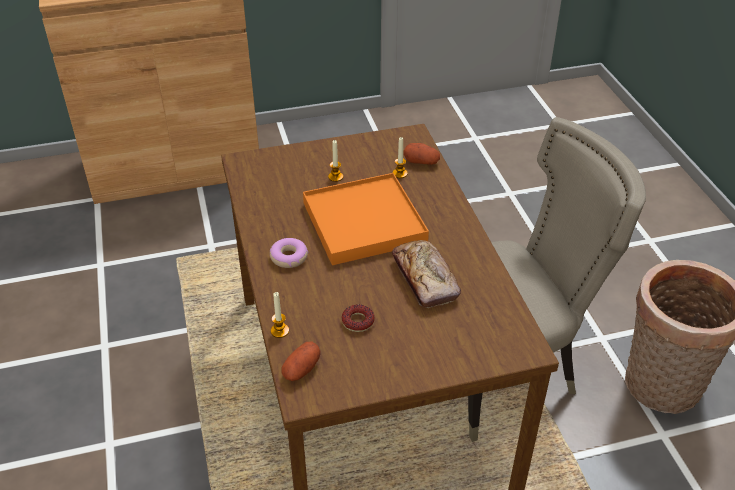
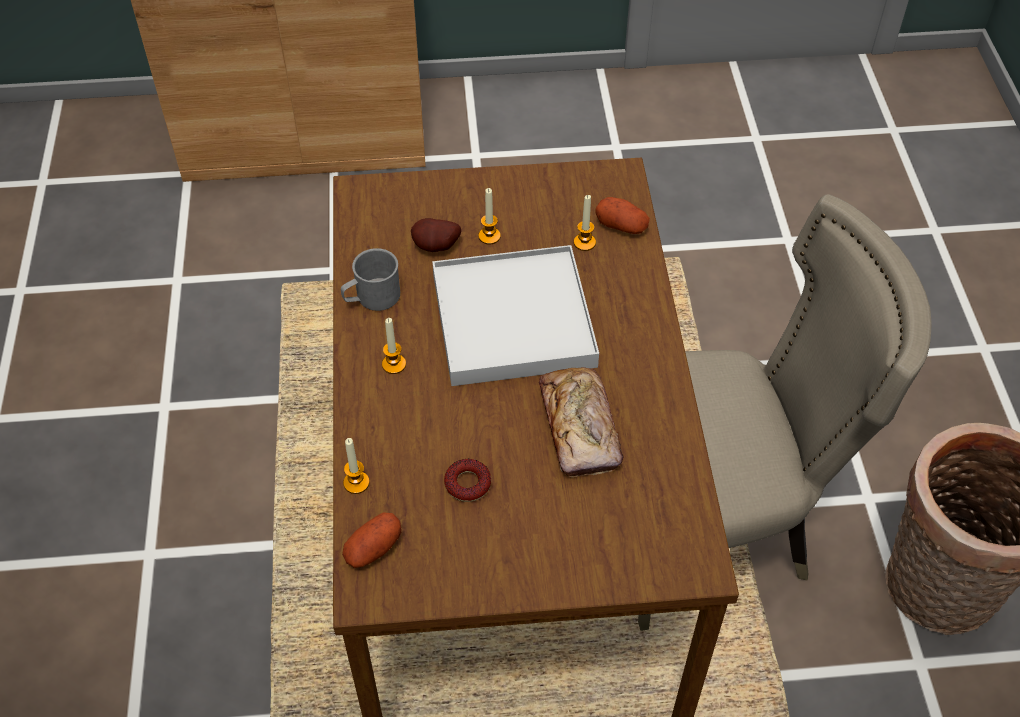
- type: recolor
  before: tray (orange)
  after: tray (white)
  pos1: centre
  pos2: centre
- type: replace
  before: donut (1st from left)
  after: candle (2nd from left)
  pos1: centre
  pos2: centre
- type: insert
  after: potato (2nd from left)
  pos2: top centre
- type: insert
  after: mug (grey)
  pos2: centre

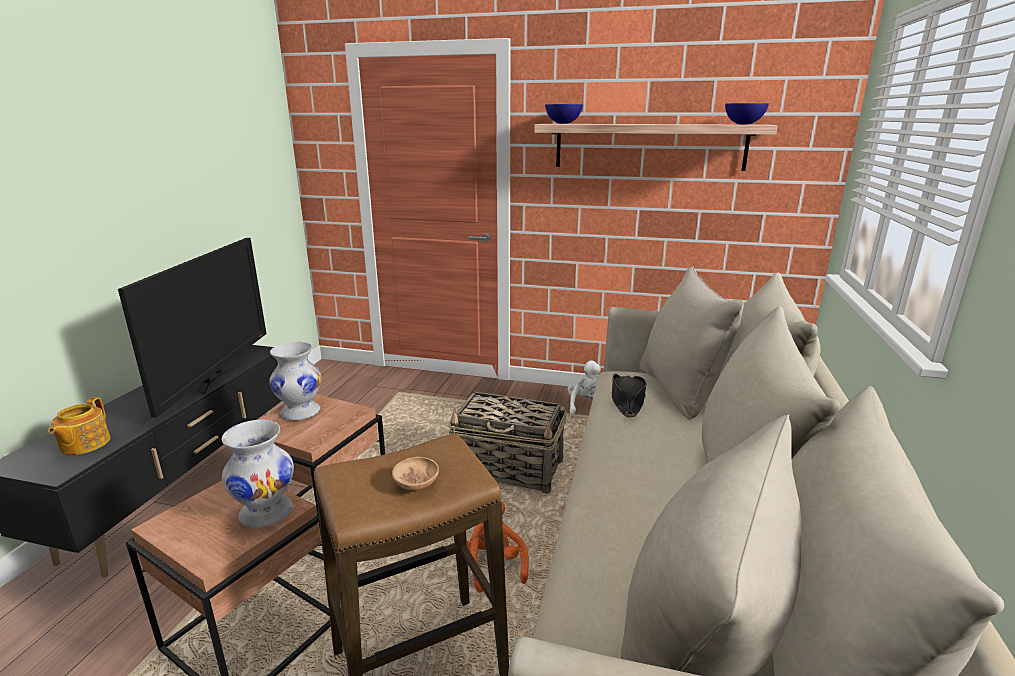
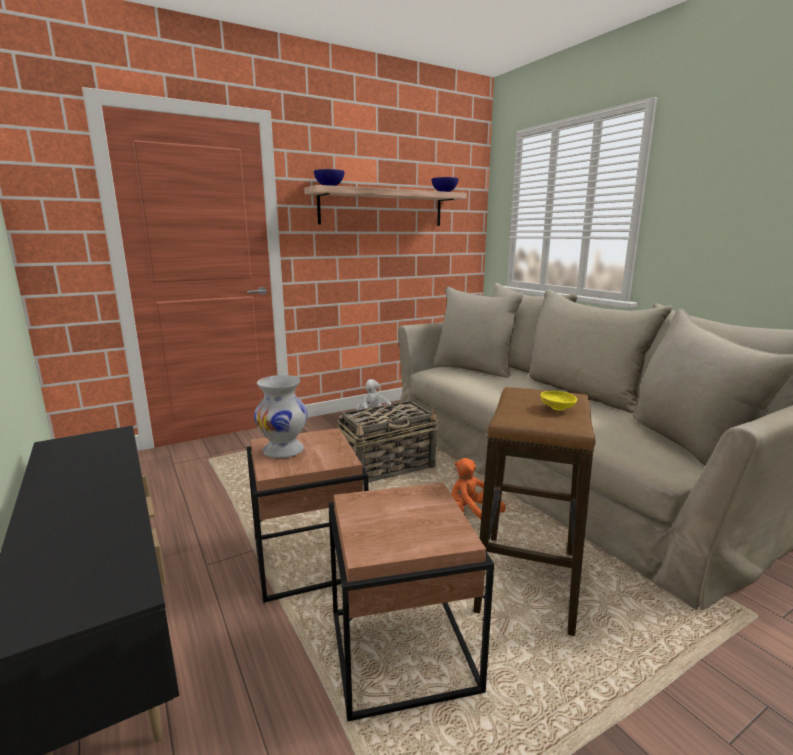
- type: delete
  before: television
  pos1: middle left
- type: delete
  before: hat (black)
  pos1: centre
- type: delete
  before: teapot
  pos1: middle left
- type: delete
  before: vase (white) (1st from left)
  pos1: bottom left
- type: recolor
  before: bowl (brown)
  after: bowl (yellow)
  pos1: bottom centre
  pos2: middle right

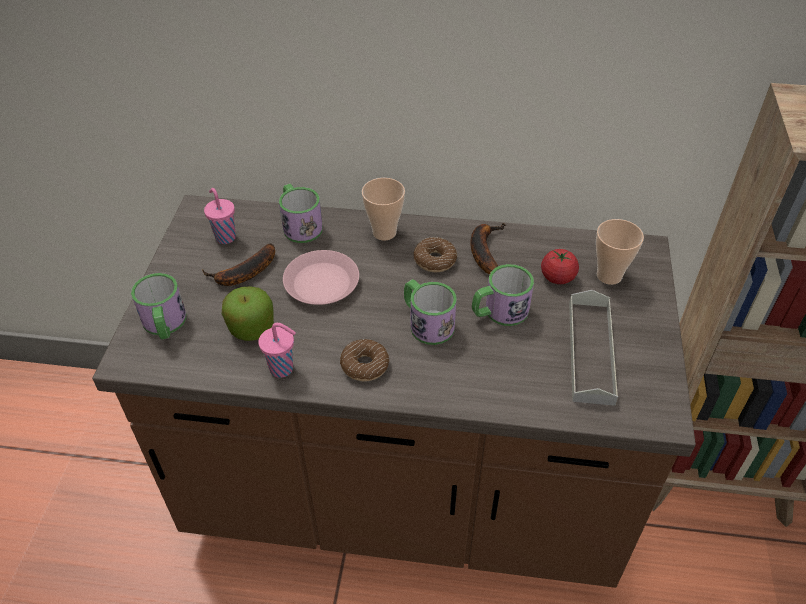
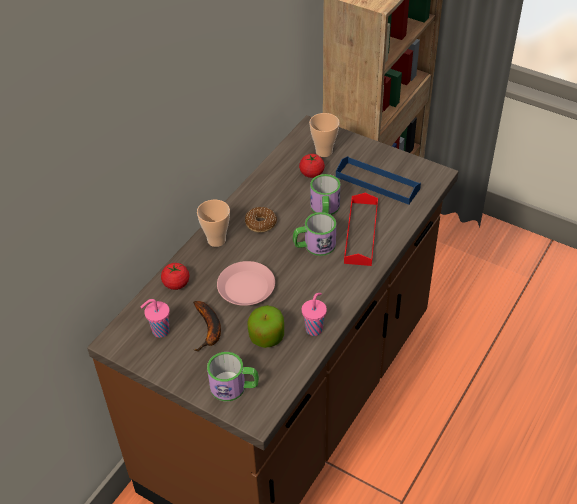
- type: replace
  before: mug (2nd from left)
  after: tomato (1st from left)
  pos1: centre
  pos2: middle left
- type: delete
  before: banana (2nd from left)
  pos1: centre
- type: recolor
  before: tray (grey)
  after: tray (blue)
  pos1: middle right
  pos2: centre
- type: delete
  before: donut (1st from left)
  pos1: centre
- type: insert
  after: tray (red)
  pos2: centre

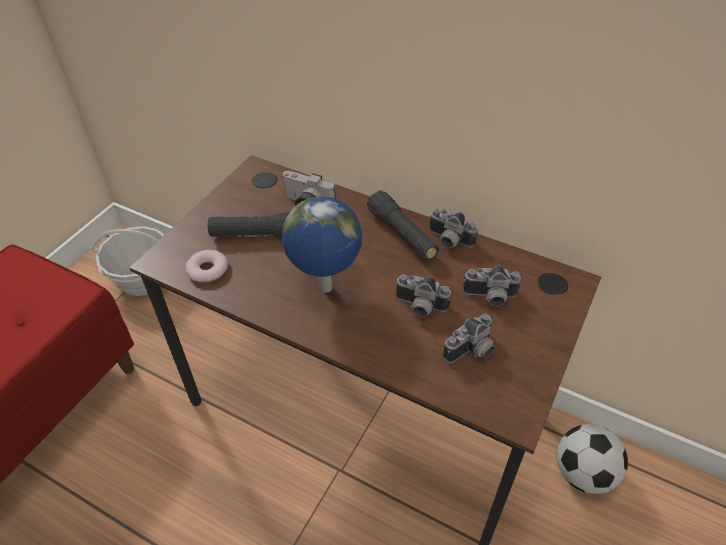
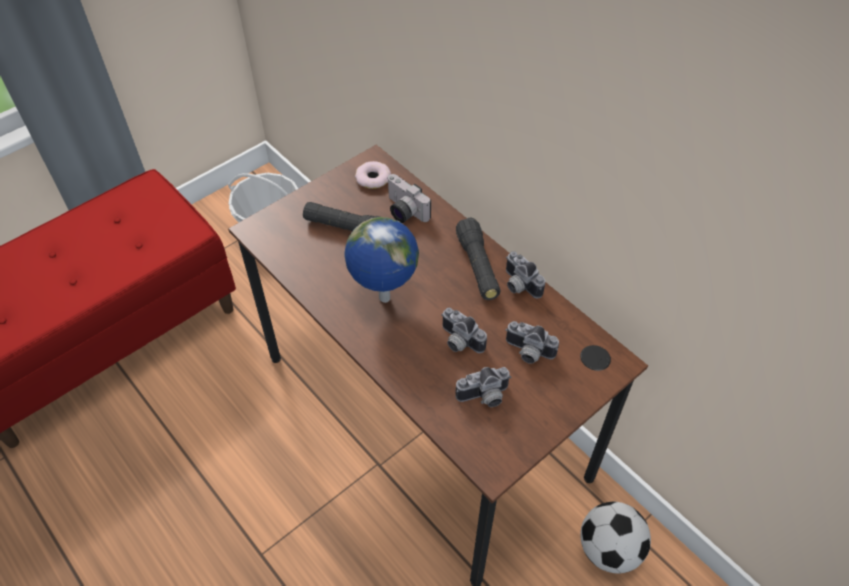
- type: move
  before: donut
  pos1: middle left
  pos2: top centre

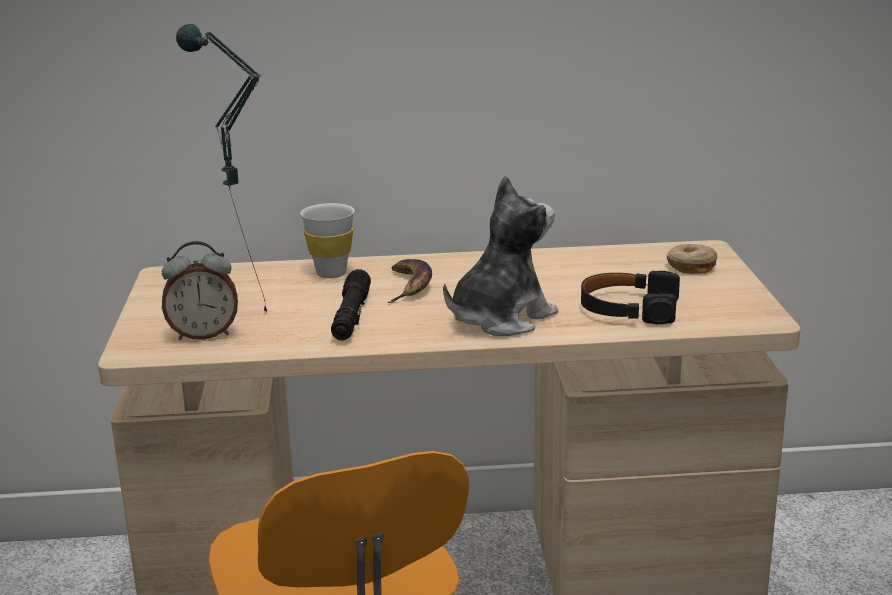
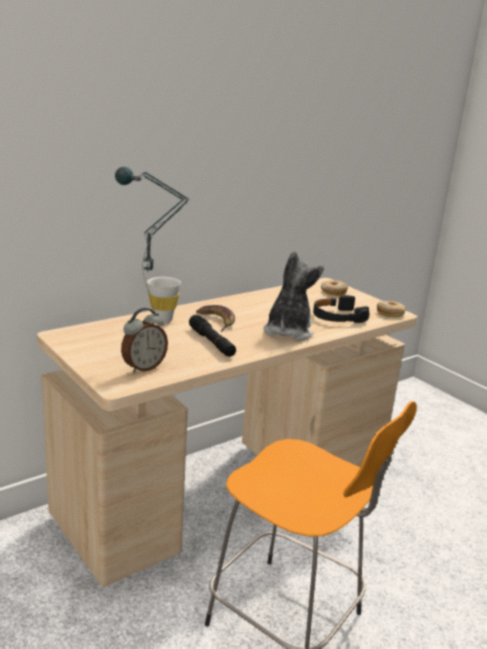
- type: insert
  after: donut (2nd from left)
  pos2: middle right

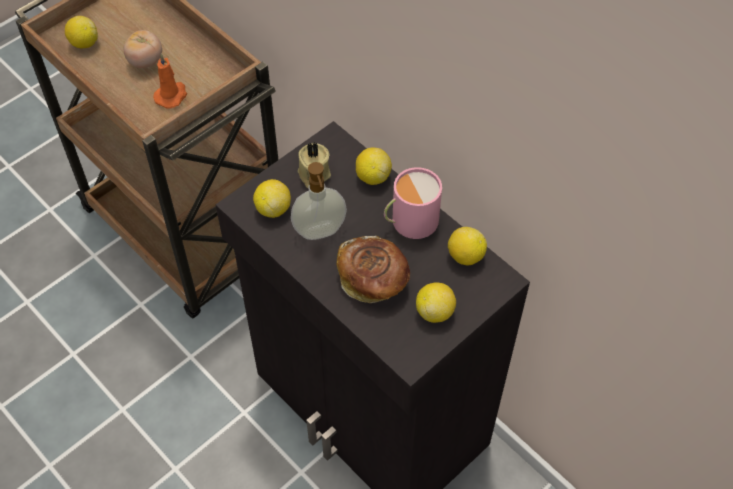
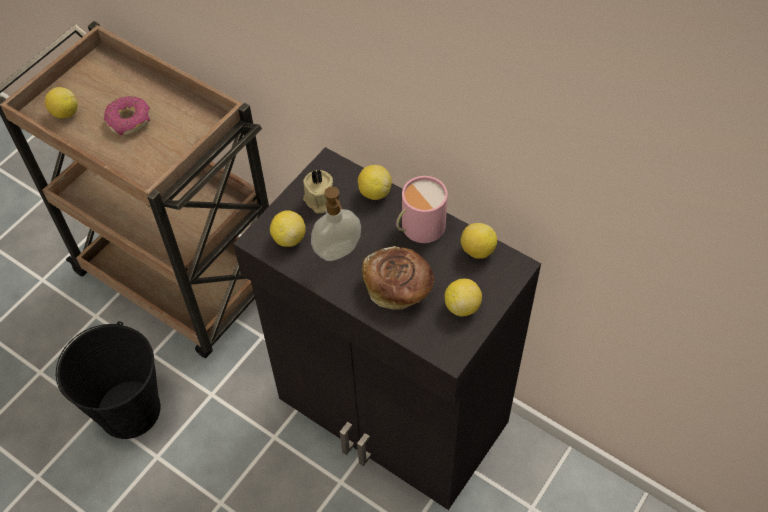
- type: replace
  before: tomato
  after: donut
  pos1: top left
  pos2: top left
- type: delete
  before: candle (orange)
  pos1: top left
- type: insert
  after: bucket (black)
  pos2: bottom left

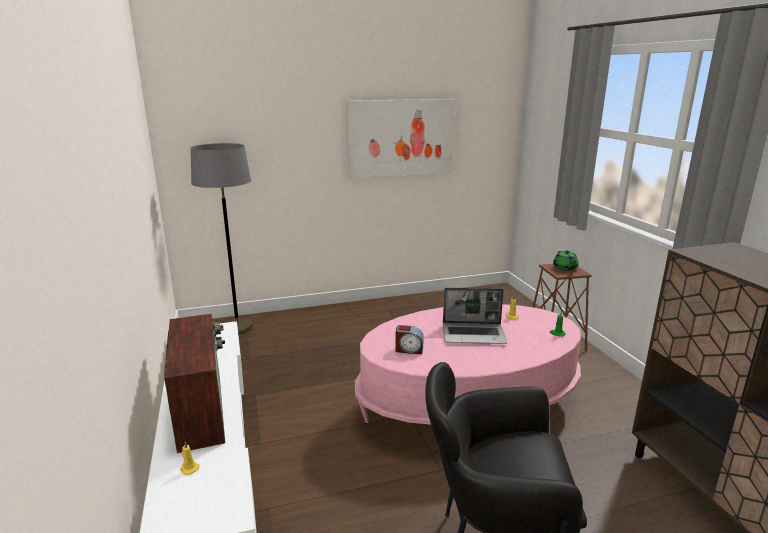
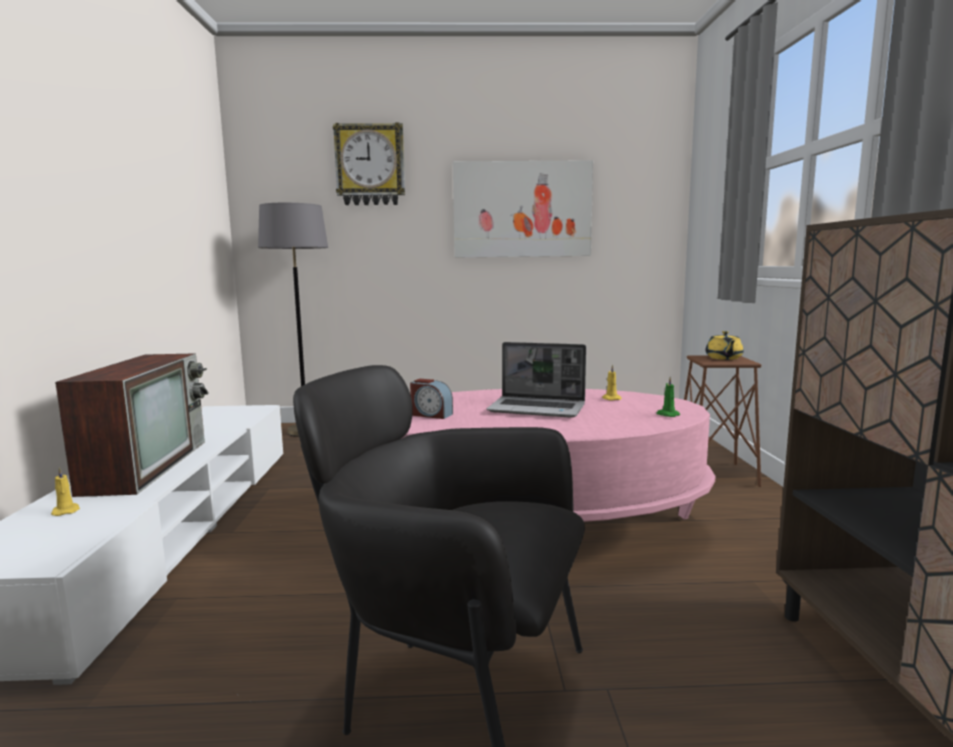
- type: recolor
  before: teapot (green)
  after: teapot (yellow)
  pos1: middle right
  pos2: middle right
- type: insert
  after: wall clock
  pos2: top centre

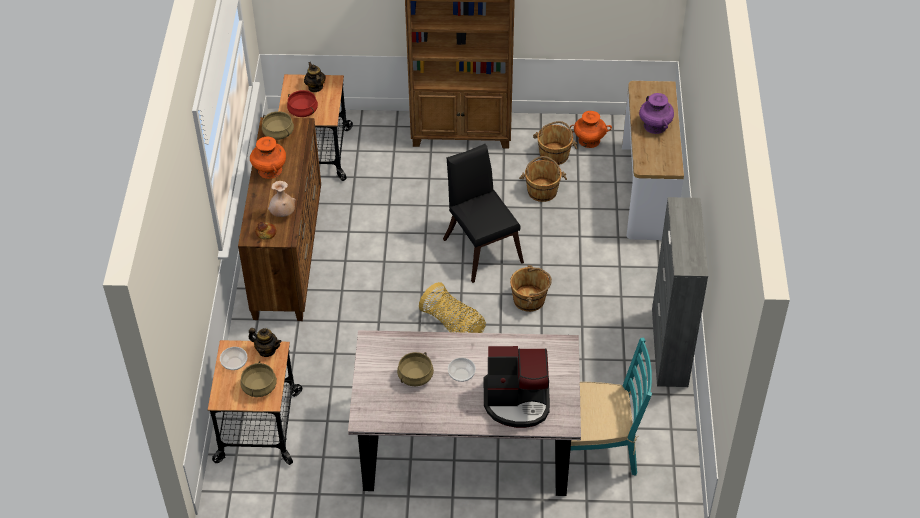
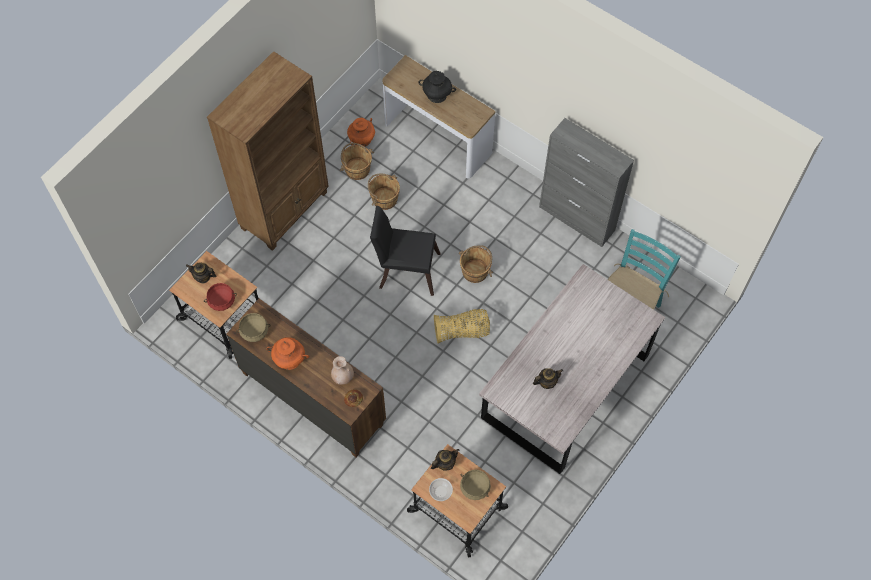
- type: recolor
  before: vase (purple)
  after: vase (black)
  pos1: top right
  pos2: top centre
- type: delete
  before: coffee machine
  pos1: bottom centre
- type: replace
  before: cooking pot (beige) (3rd from left)
  after: teapot (3rd from left)
  pos1: bottom centre
  pos2: centre
- type: delete
  before: bowl (2nd from left)
  pos1: bottom centre

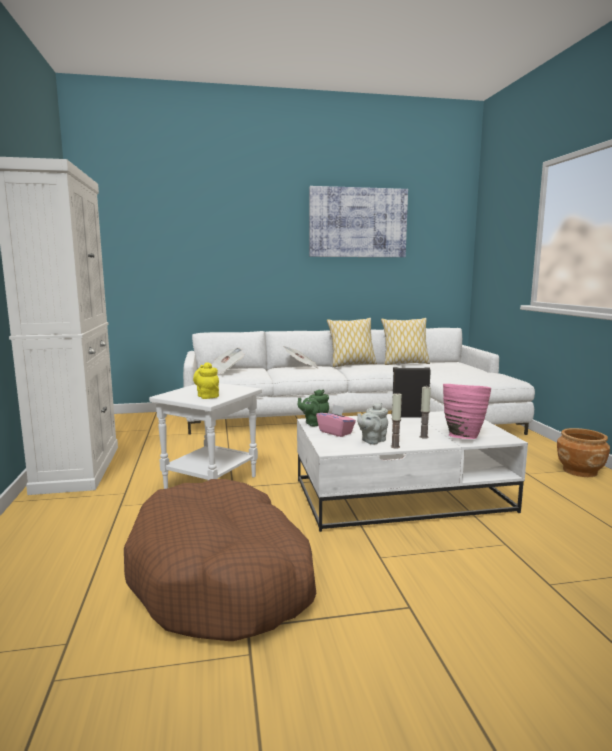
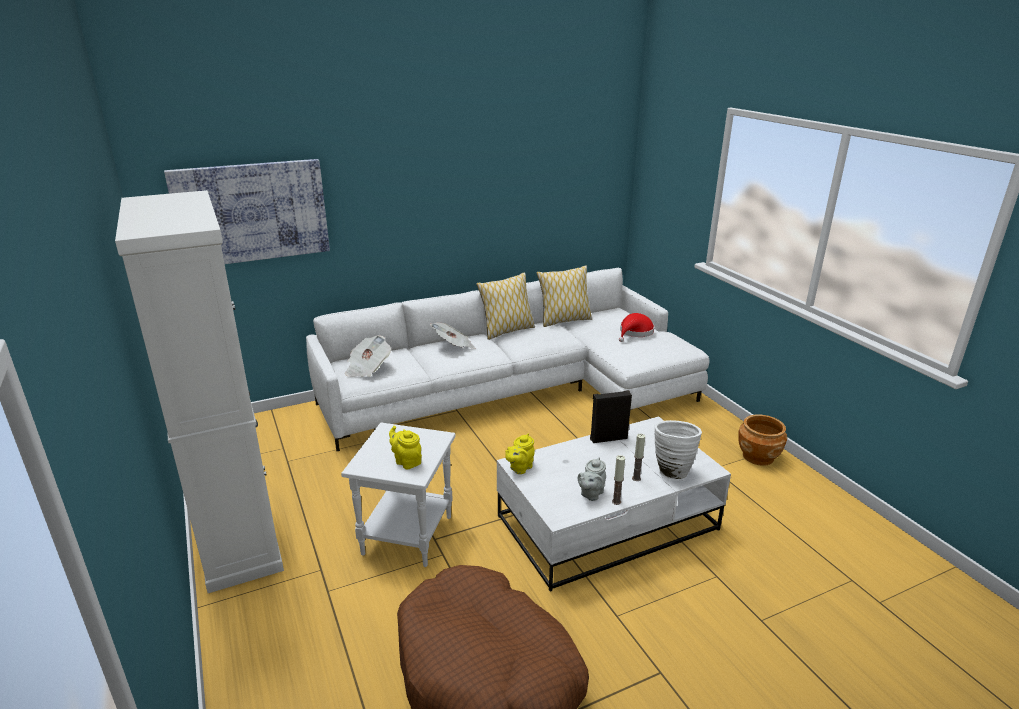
- type: move
  before: picture
  pos1: top centre
  pos2: top left
- type: recolor
  before: vase (pink)
  after: vase (white)
  pos1: middle right
  pos2: centre
- type: recolor
  before: teapot (green)
  after: teapot (yellow) (2nd from left)
  pos1: centre
  pos2: centre
- type: delete
  before: tissue box (pink)
  pos1: centre
- type: insert
  after: hat (red)
  pos2: centre

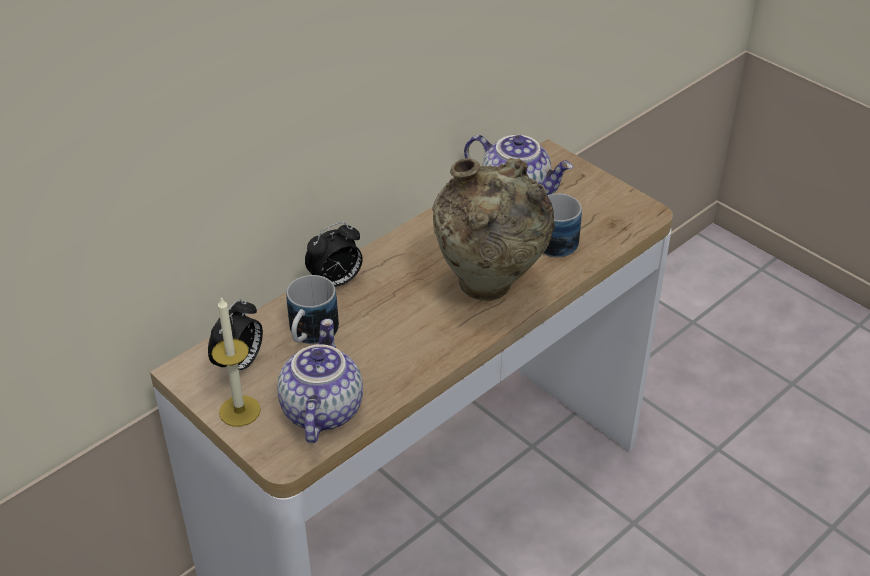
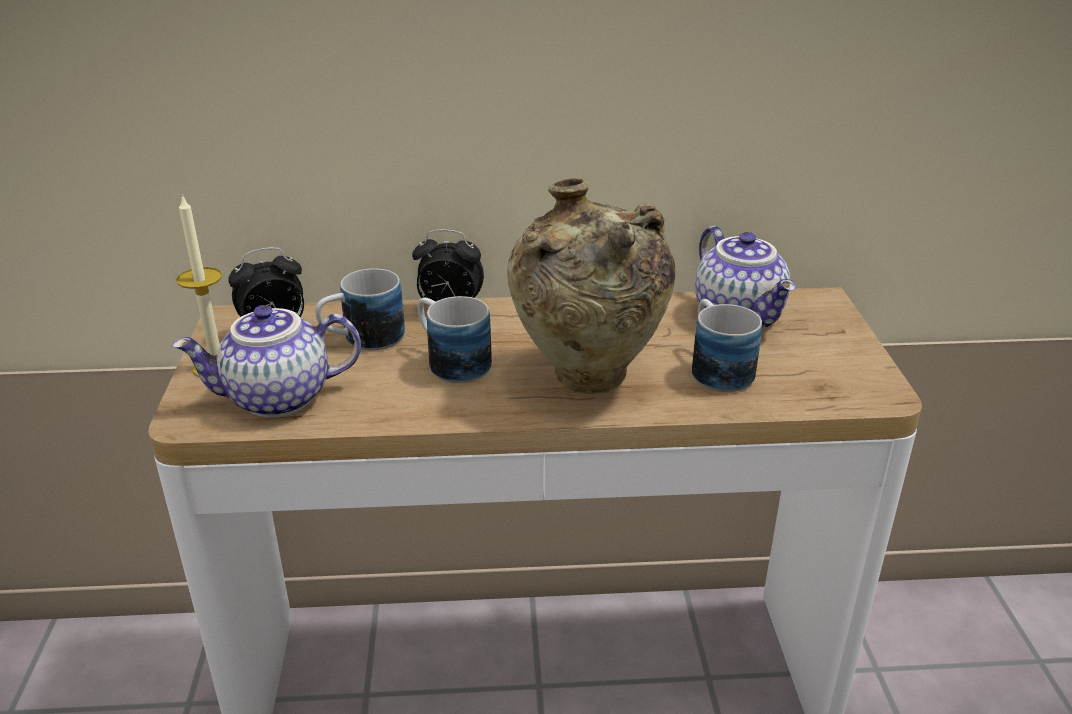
- type: rotate
  before: teapot (1st from left)
  pos1: centre
  pos2: middle left
  turn: -150
- type: insert
  after: mug (2nd from left)
  pos2: centre

